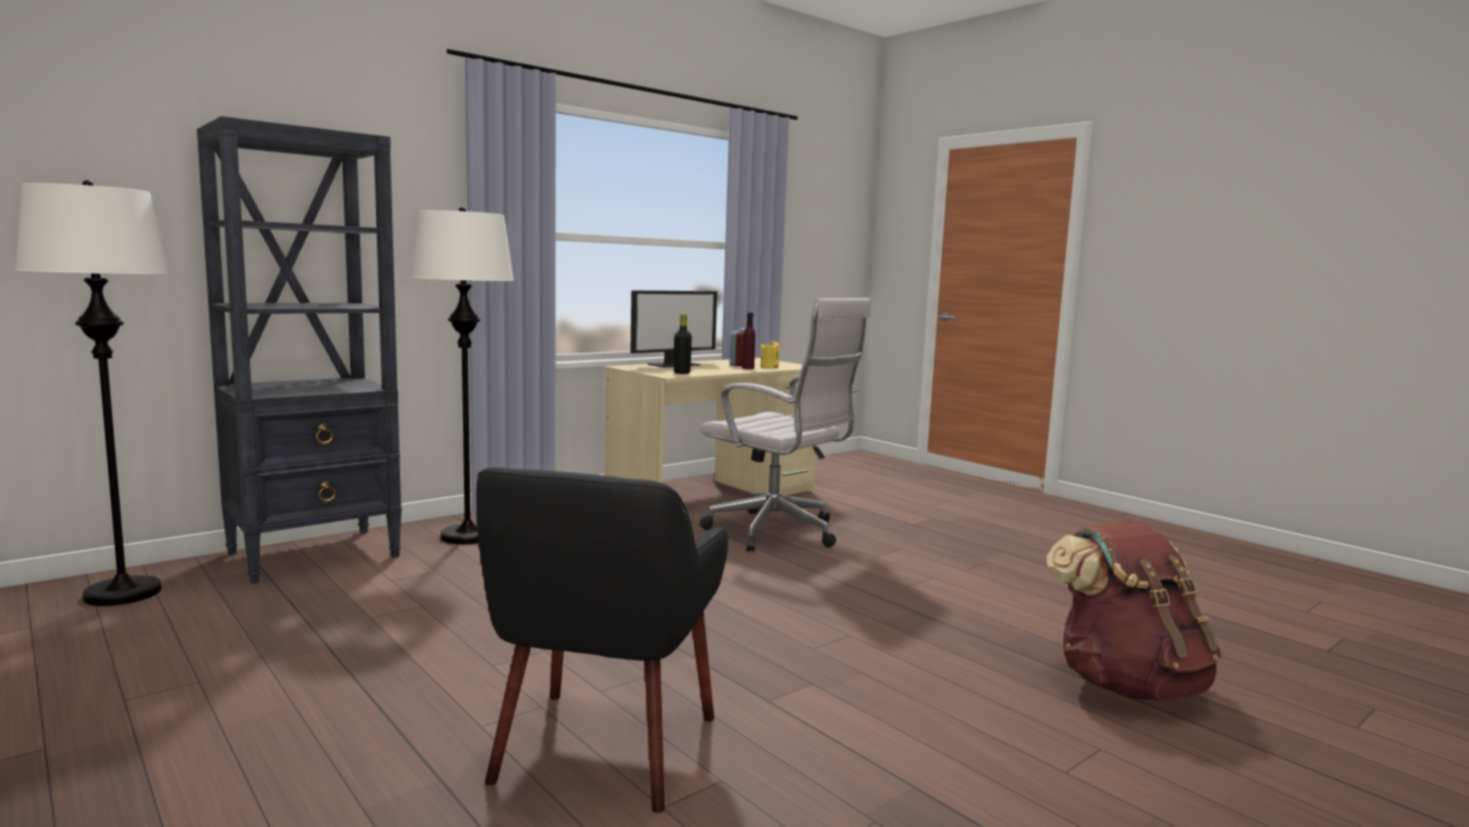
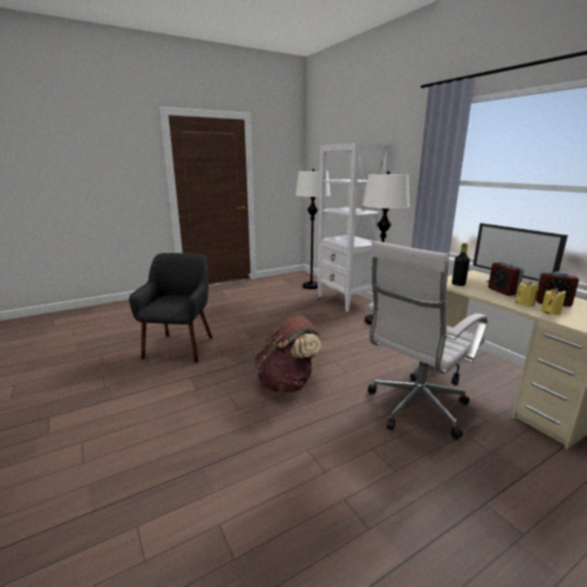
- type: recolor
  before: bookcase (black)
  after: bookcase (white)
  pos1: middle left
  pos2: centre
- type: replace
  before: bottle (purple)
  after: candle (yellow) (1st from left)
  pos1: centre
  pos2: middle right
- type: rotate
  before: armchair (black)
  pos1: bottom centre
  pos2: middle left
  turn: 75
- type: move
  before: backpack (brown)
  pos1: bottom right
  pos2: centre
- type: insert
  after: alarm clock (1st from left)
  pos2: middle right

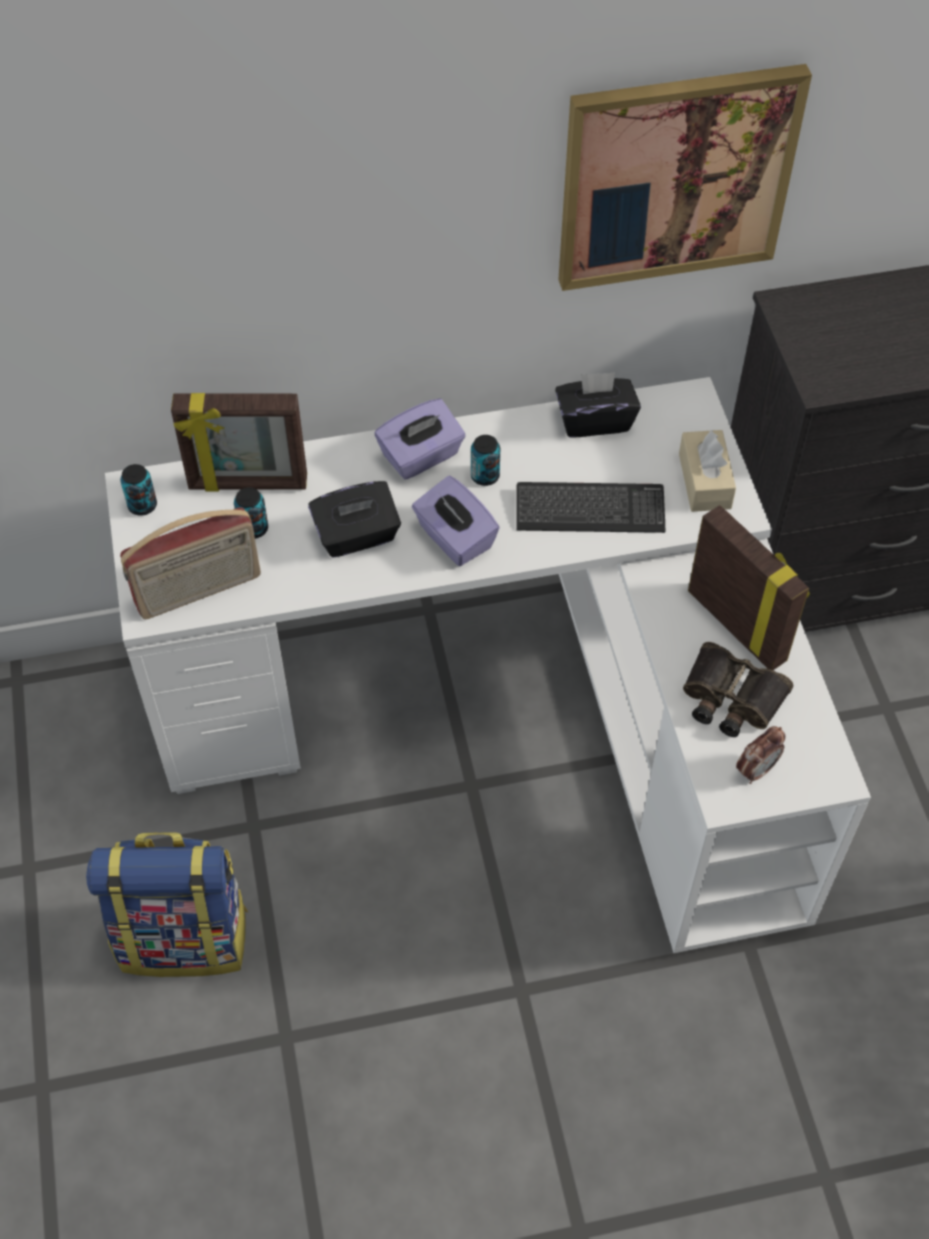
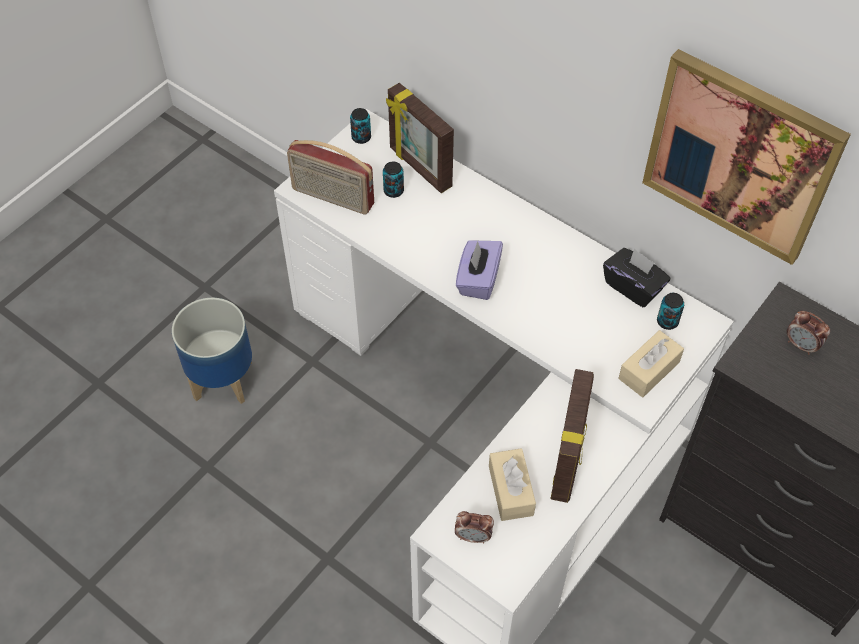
- type: delete
  before: tissue box (purple) (1st from left)
  pos1: centre
- type: move
  before: can (3rd from left)
  pos1: centre
  pos2: middle right
- type: delete
  before: tissue box (black) (1st from left)
  pos1: centre
- type: delete
  before: keyboard
  pos1: centre
- type: replace
  before: binoculars
  after: tissue box (beige) (1st from left)
  pos1: middle right
  pos2: bottom centre
- type: replace
  before: backpack
  after: planter
  pos1: bottom left
  pos2: middle left
- type: insert
  after: alarm clock (2nd from left)
  pos2: middle right

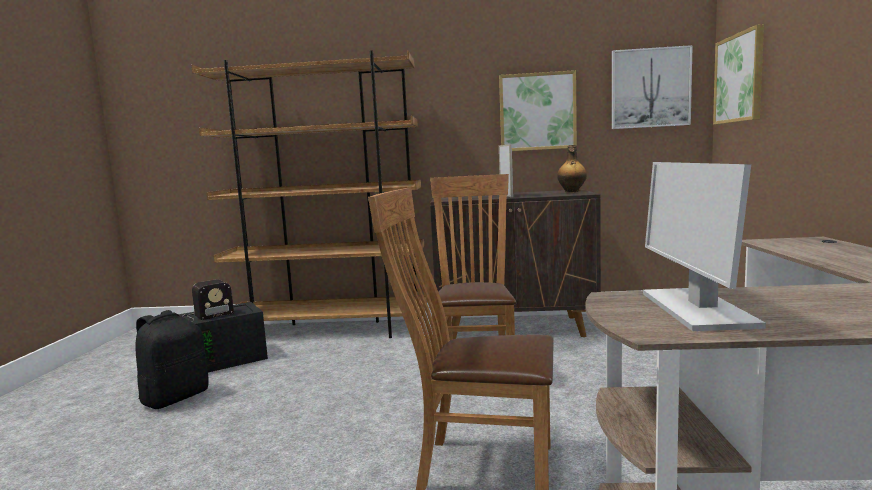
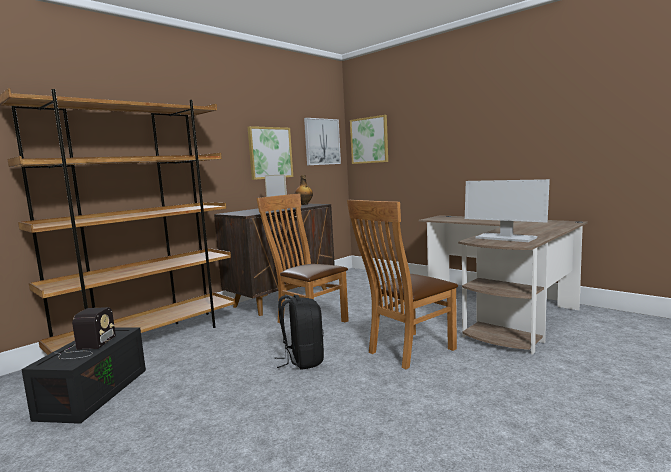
- type: move
  before: backpack (black)
  pos1: bottom left
  pos2: bottom centre

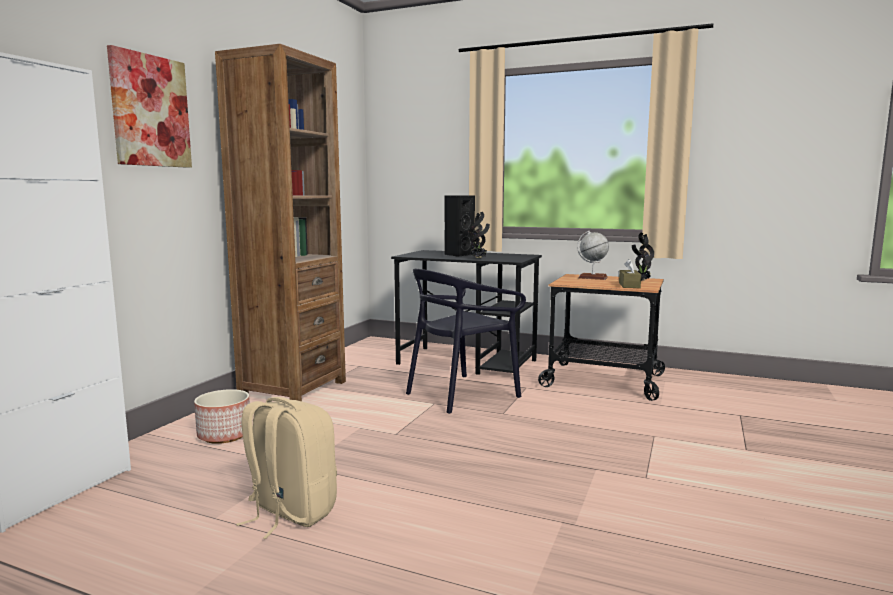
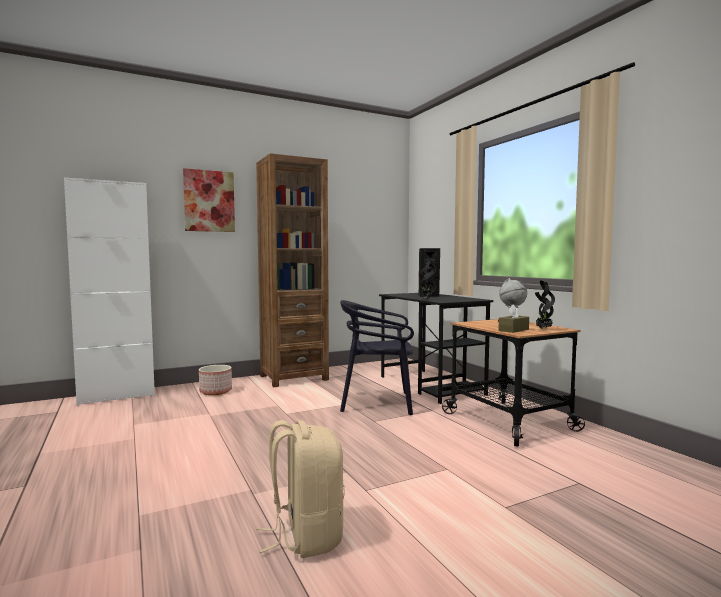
- type: move
  before: backpack (beige)
  pos1: bottom left
  pos2: bottom centre

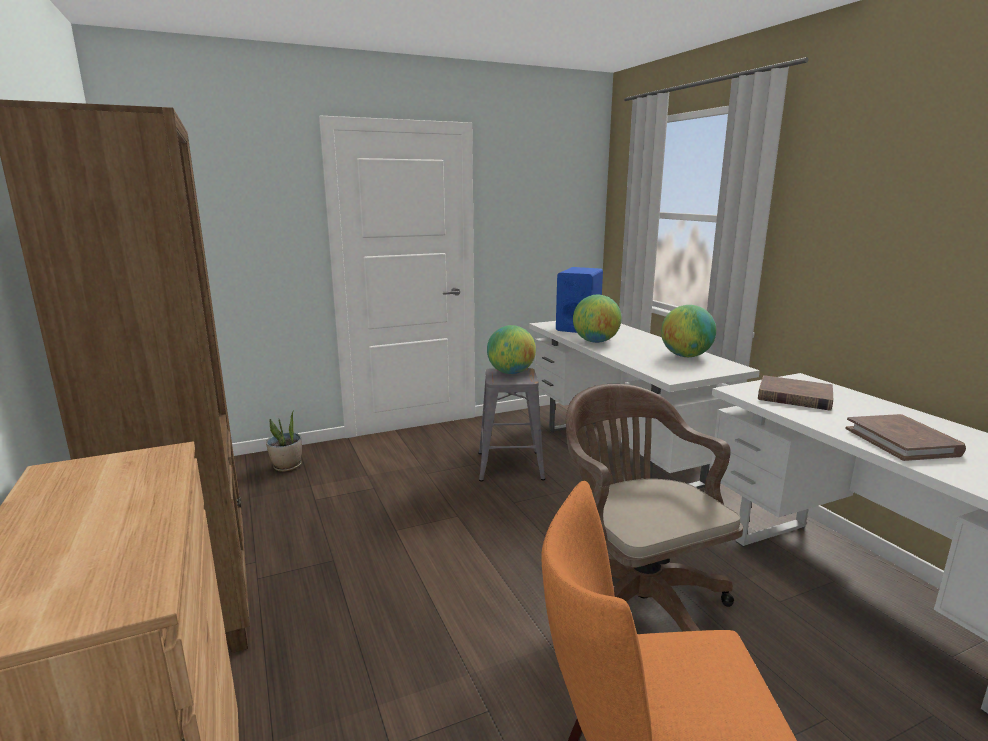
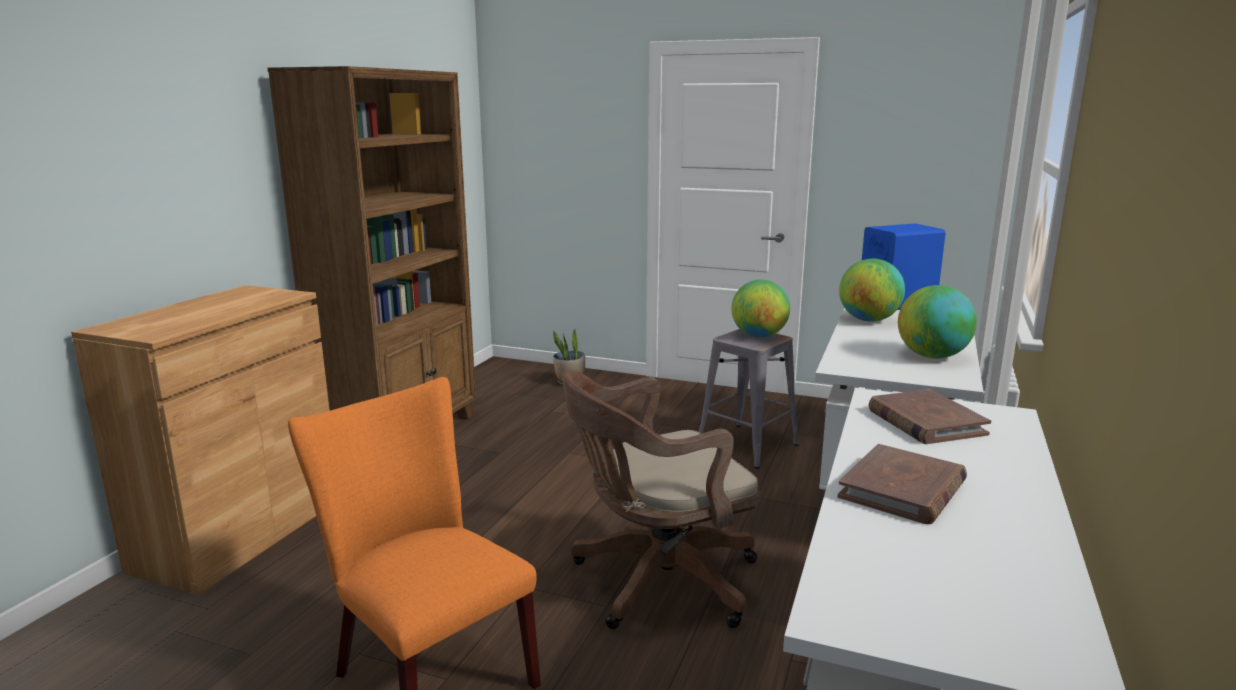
- type: rotate
  before: office chair (brown)
  pos1: bottom centre
  pos2: bottom centre
  turn: -135

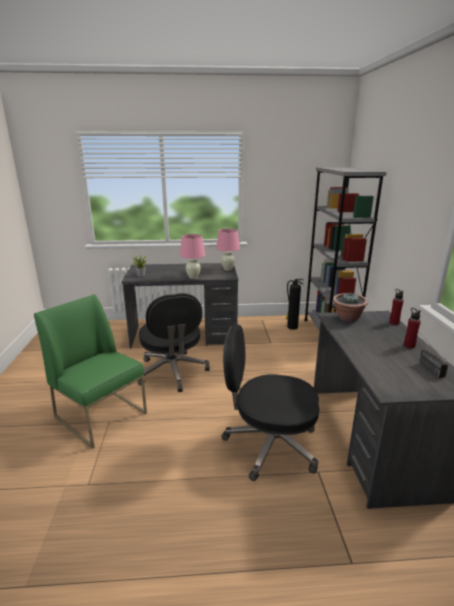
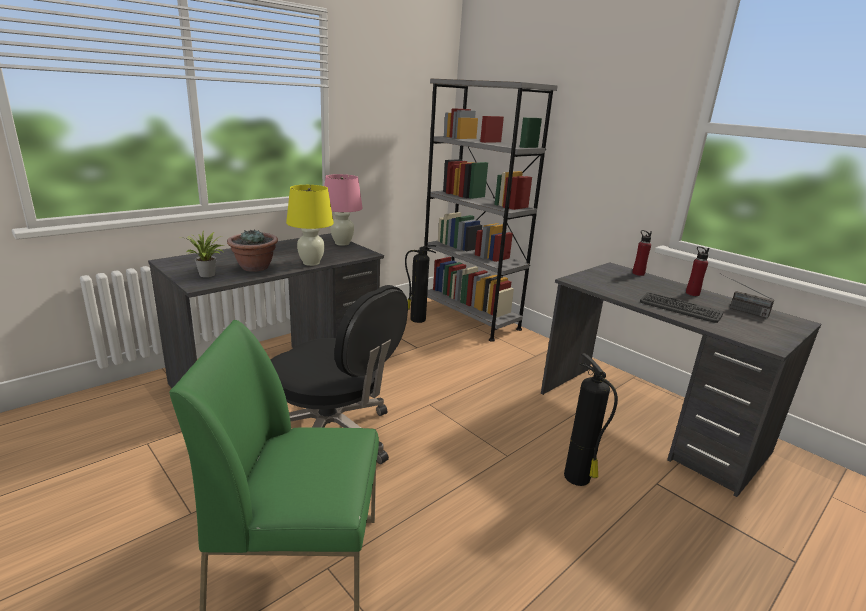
- type: recolor
  before: table lamp (pink) (1st from left)
  after: table lamp (yellow)
  pos1: centre
  pos2: centre
- type: move
  before: potted plant (2nd from left)
  pos1: middle right
  pos2: middle left
- type: replace
  before: office chair (black) (2nd from left)
  after: fire extinguisher (2nd from left)
  pos1: centre
  pos2: bottom right
- type: insert
  after: keyboard
  pos2: middle right

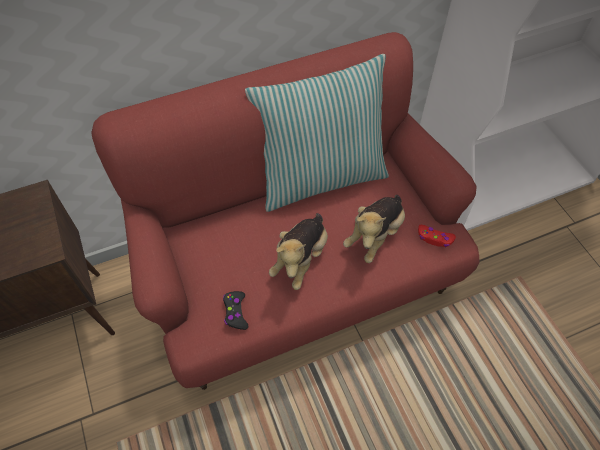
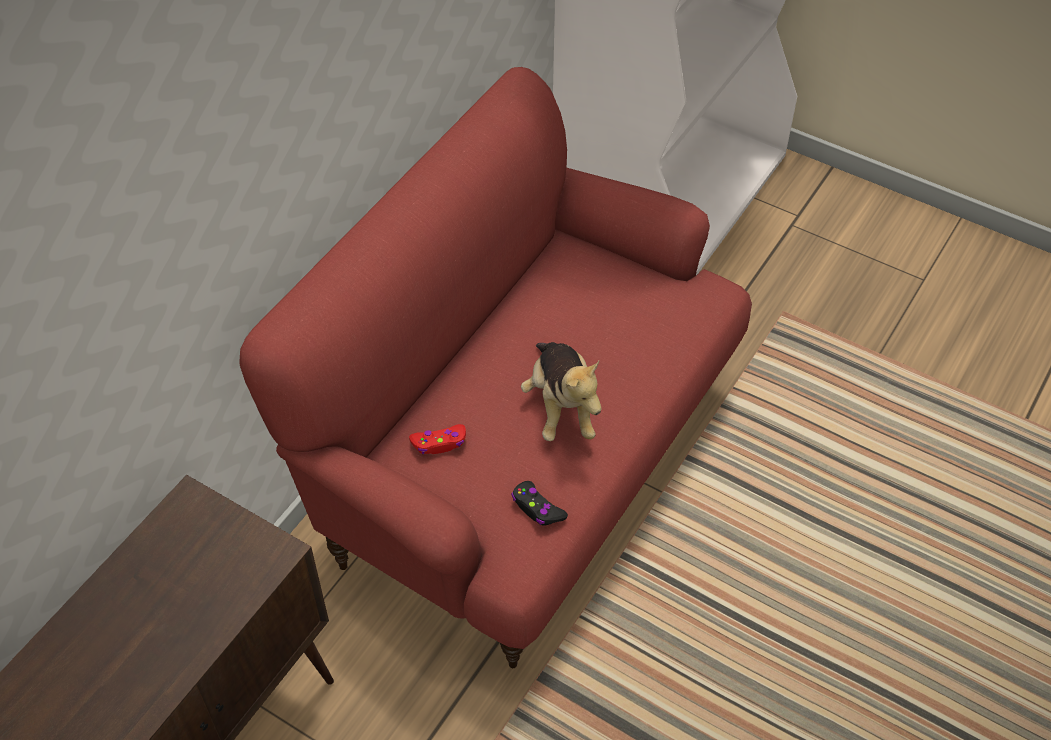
- type: delete
  before: pillow
  pos1: top centre
- type: delete
  before: plush toy (2nd from left)
  pos1: centre
- type: move
  before: game controller (red)
  pos1: middle right
  pos2: centre

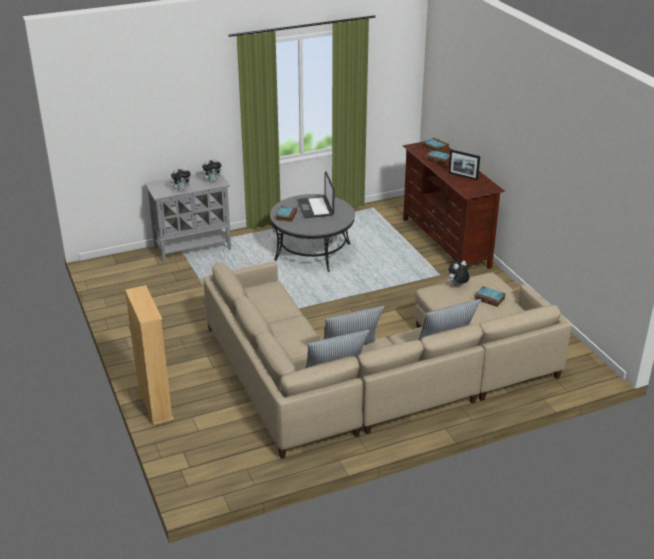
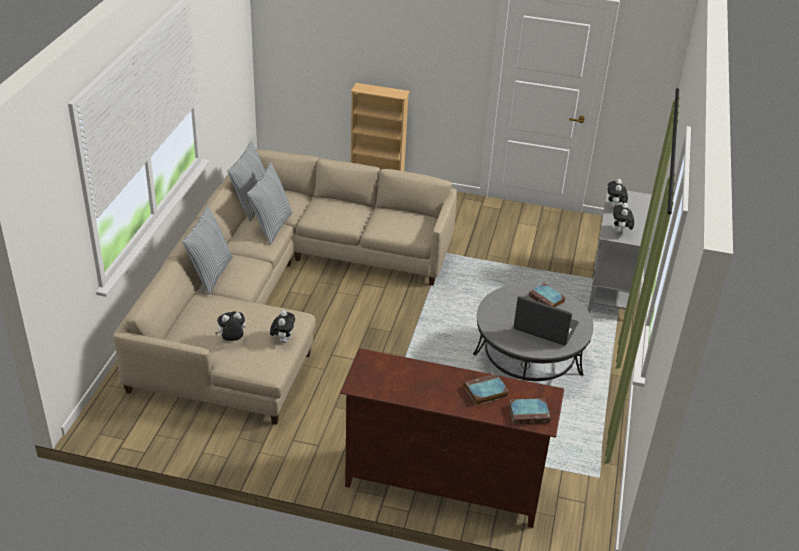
- type: delete
  before: picture frame
  pos1: top right
- type: replace
  before: book (4th from left)
  after: plush toy (1st from left)
  pos1: middle right
  pos2: middle left

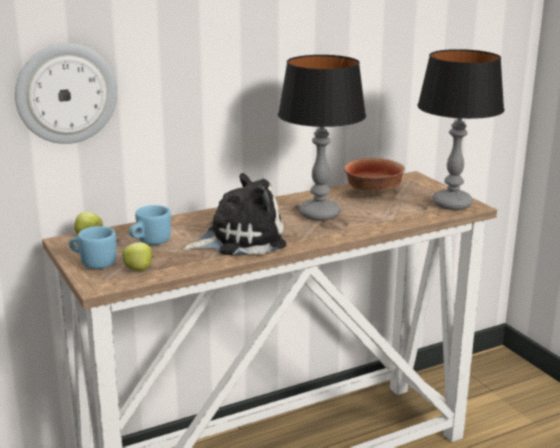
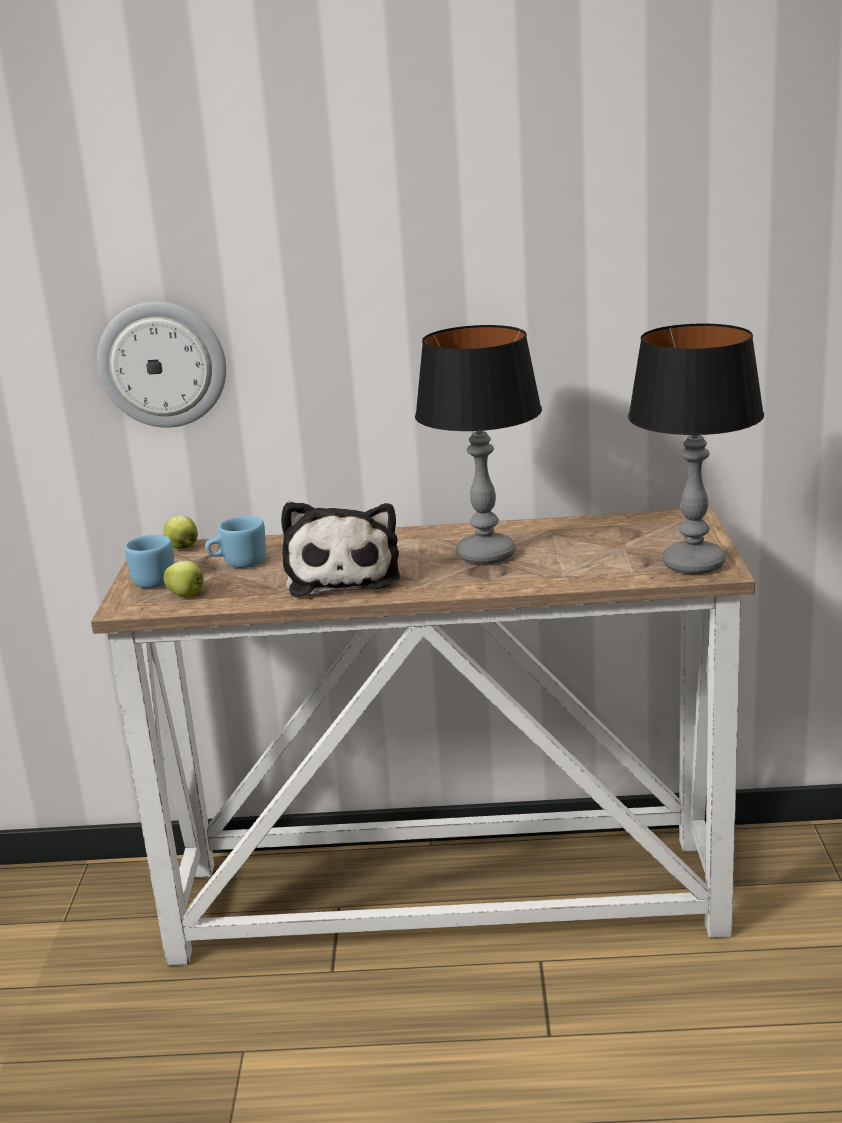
- type: delete
  before: bowl
  pos1: middle right
- type: rotate
  before: plush toy
  pos1: centre
  pos2: centre
  turn: 75

